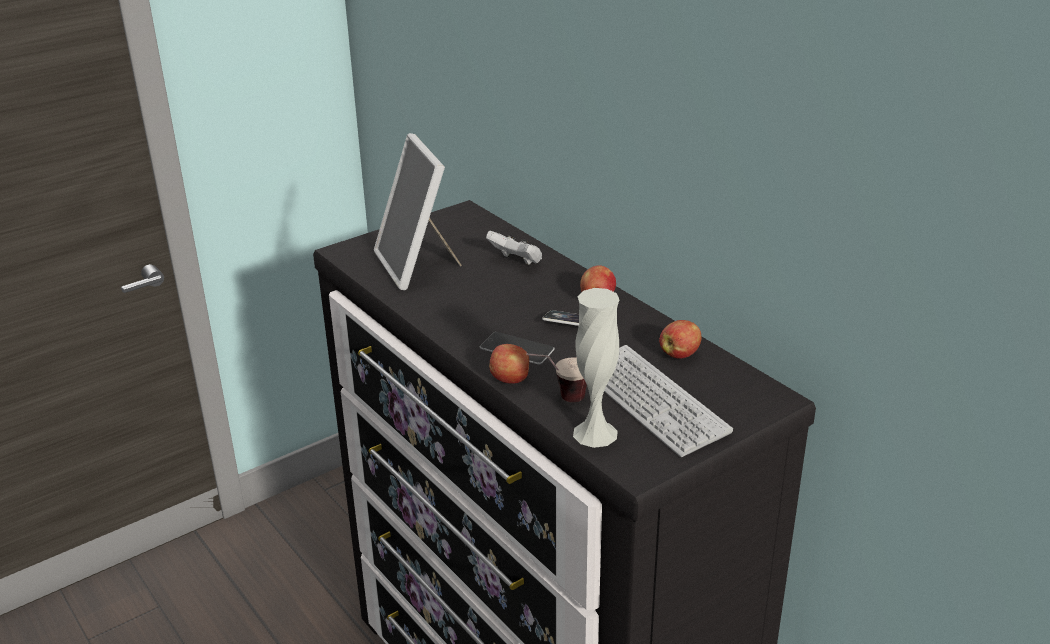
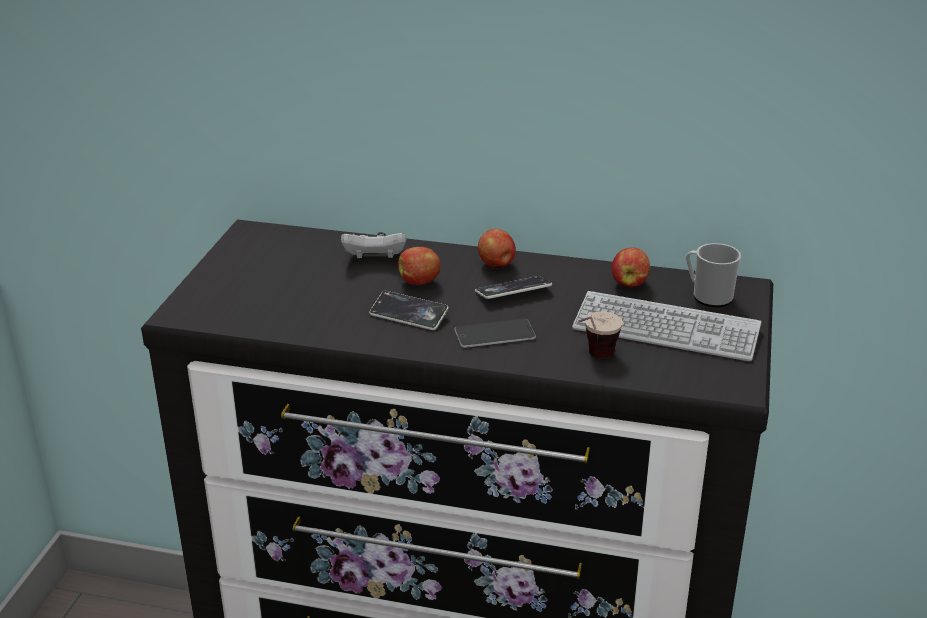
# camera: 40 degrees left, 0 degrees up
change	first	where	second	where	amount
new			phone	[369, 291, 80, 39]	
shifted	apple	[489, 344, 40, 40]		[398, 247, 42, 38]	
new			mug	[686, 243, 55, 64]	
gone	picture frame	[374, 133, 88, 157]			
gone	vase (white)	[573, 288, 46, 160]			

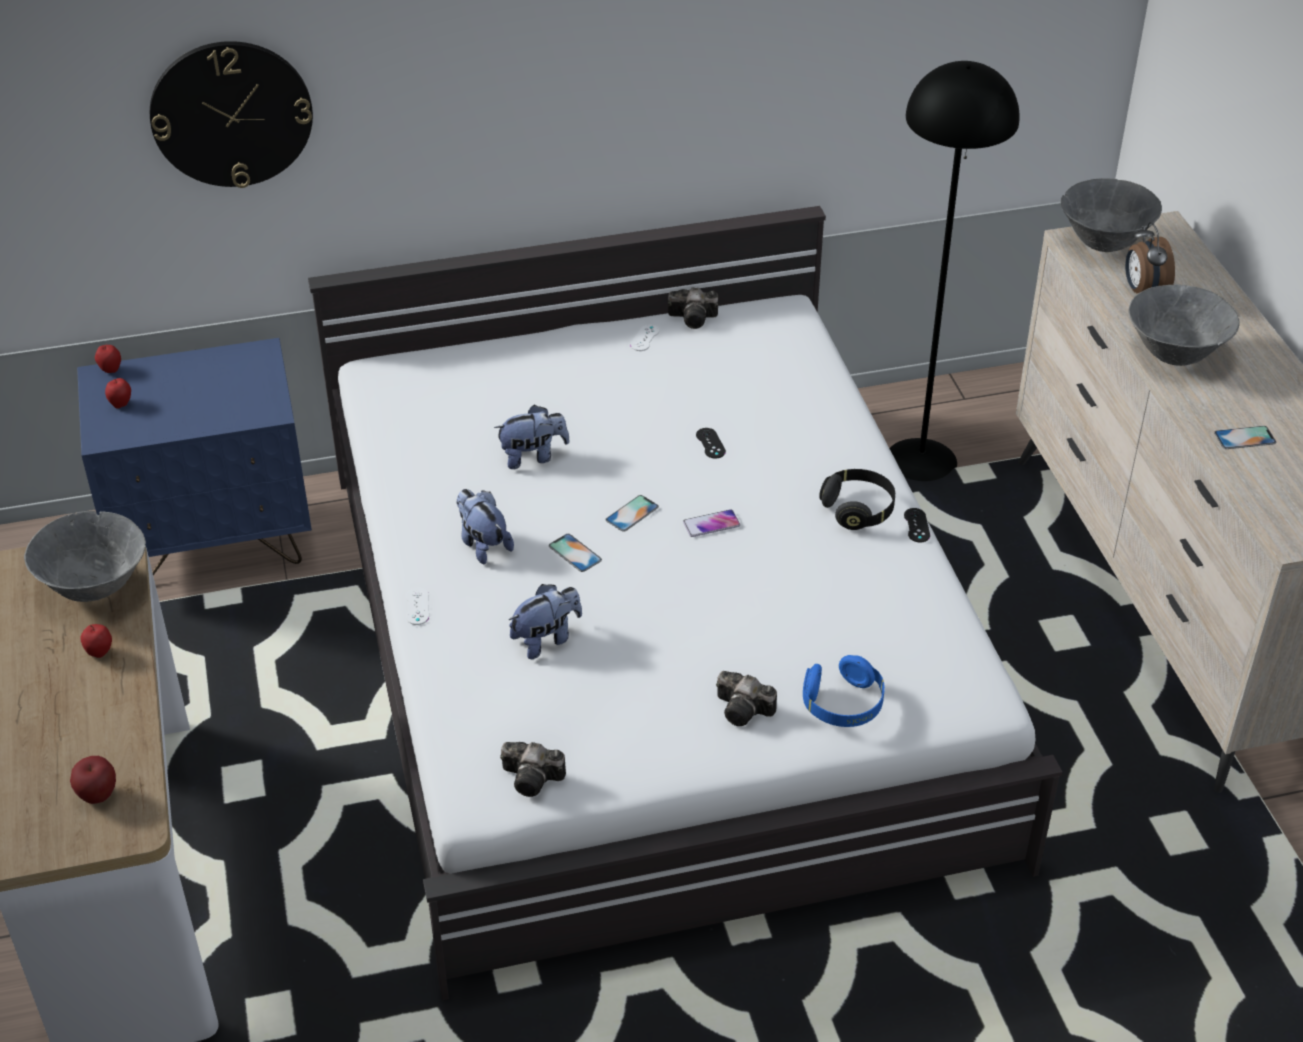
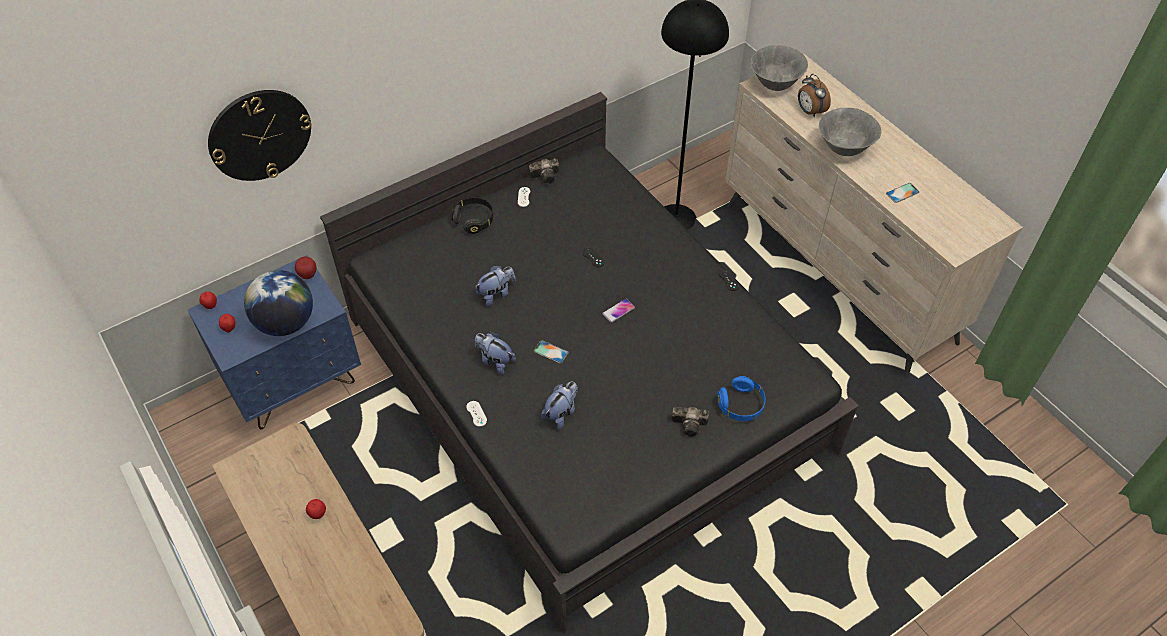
# camera: 20 degrees left, 10 degrees up
change	first	where	second	where	amount
new			globe	[244, 270, 69, 66]	
shifted	apple	[70, 756, 46, 48]		[295, 257, 22, 22]	
repainted	bed (white)	[308, 206, 754, 794]	bed (black)	[320, 92, 539, 541]	
shifted	headphones (black)	[819, 469, 76, 61]		[451, 198, 42, 36]	
gone	bowl (grey)	[24, 511, 122, 91]			
gone	photo camera	[500, 742, 66, 55]			
gone	phone	[606, 495, 53, 37]			

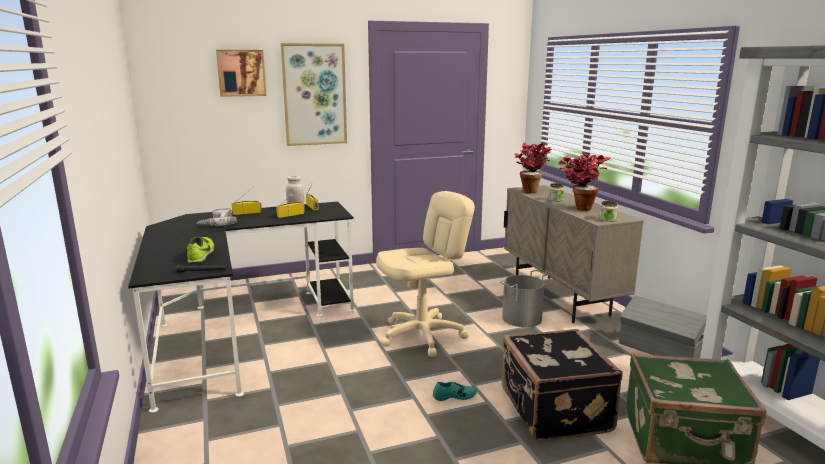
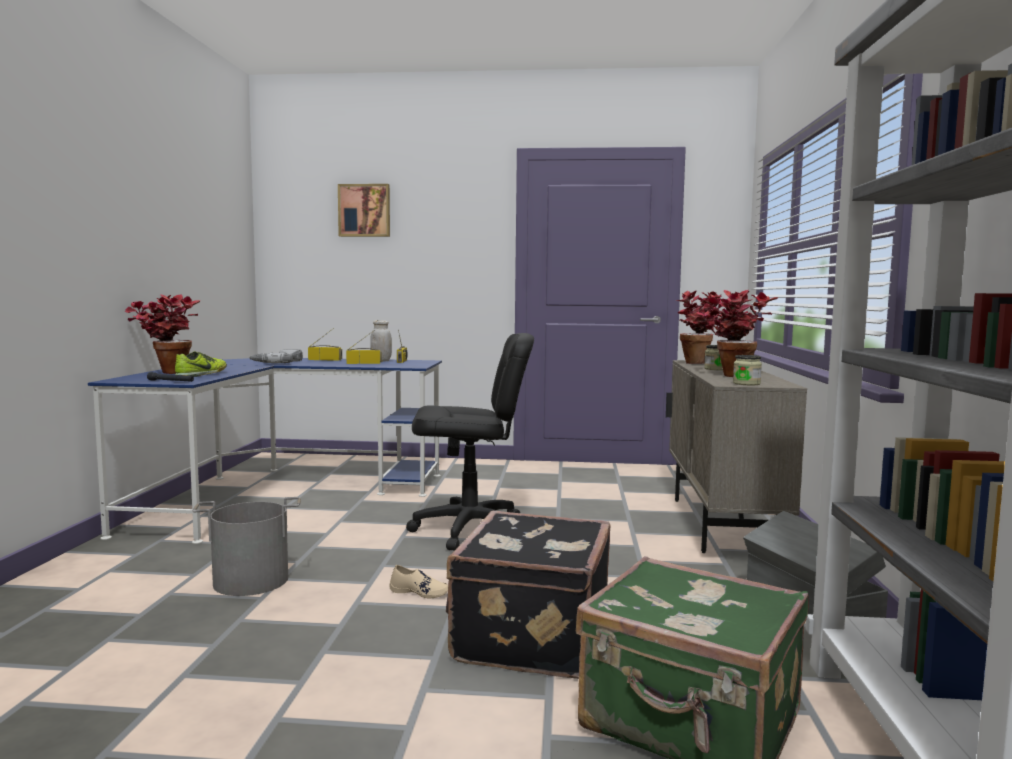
# camera: 25 degrees right, 10 degrees down
change	first	where	second	where	amount
repainted	desk (black)	[128, 202, 227, 211]	desk (blue)	[88, 358, 354, 186]	
new			potted plant	[124, 294, 76, 80]	
shifted	bucket (grey)	[500, 270, 48, 57]		[193, 497, 108, 99]	
repainted	shoe (turquoise)	[433, 382, 44, 19]	shoe (beige)	[389, 565, 59, 34]	
repainted	office chair (beige)	[376, 191, 99, 166]	office chair (black)	[406, 333, 128, 218]	
gone	picture	[281, 43, 66, 103]			

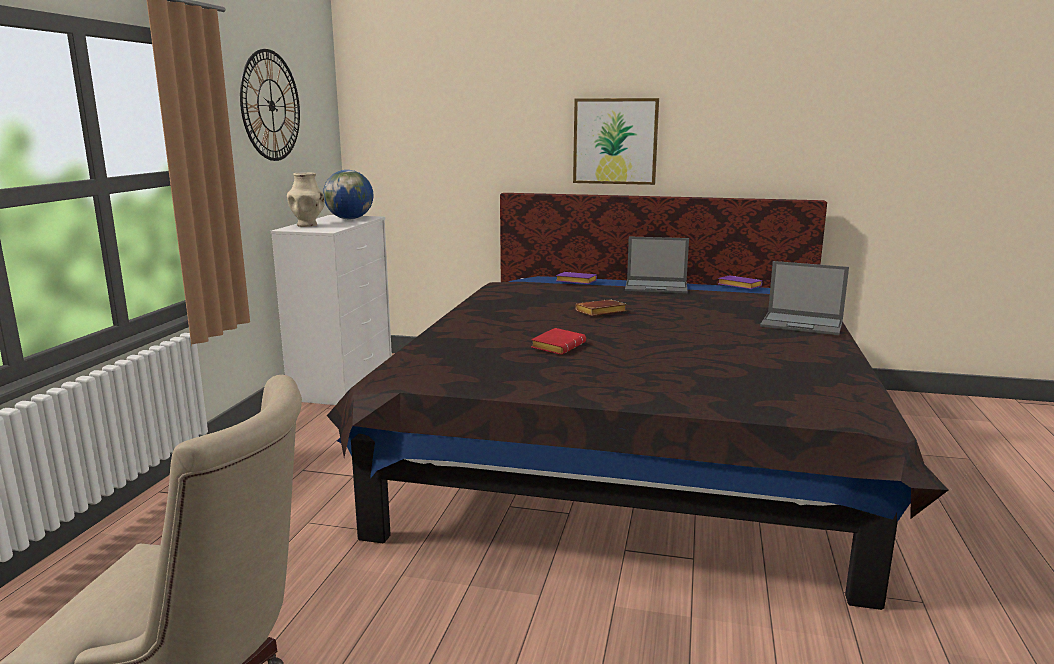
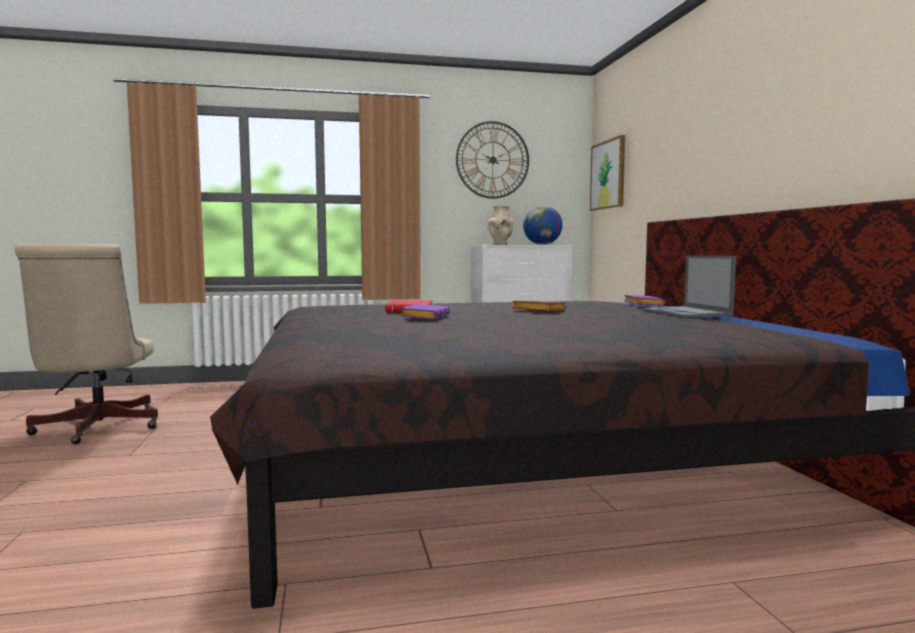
# camera: 65 degrees right, 10 degrees down
change	first	where	second	where	amount
shifted	book (purple)	[718, 275, 44, 14]		[401, 304, 49, 16]	
shifted	picture	[573, 98, 86, 87]		[590, 135, 35, 76]	
gone	laptop	[760, 261, 89, 74]			

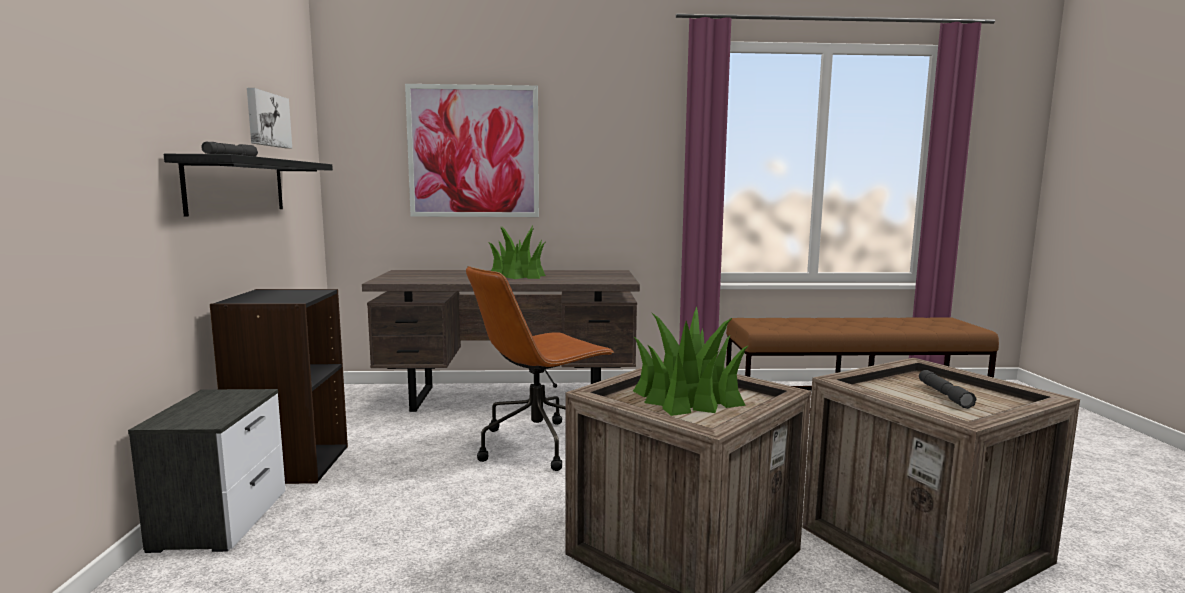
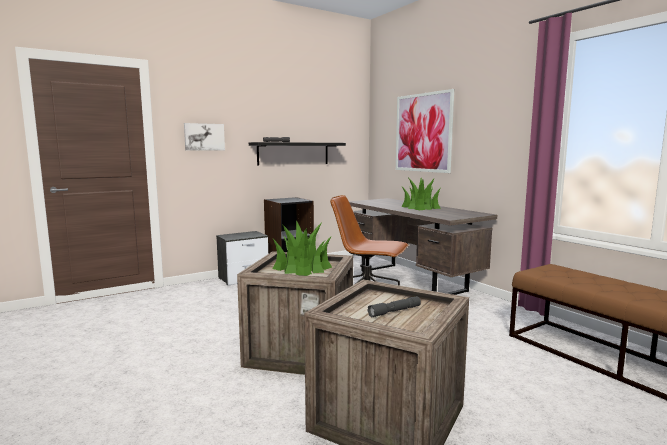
# camera: 60 degrees right, 0 degrees up
change	first	where	second	where	amount
shifted	picture	[247, 88, 45, 60]		[184, 123, 41, 28]	

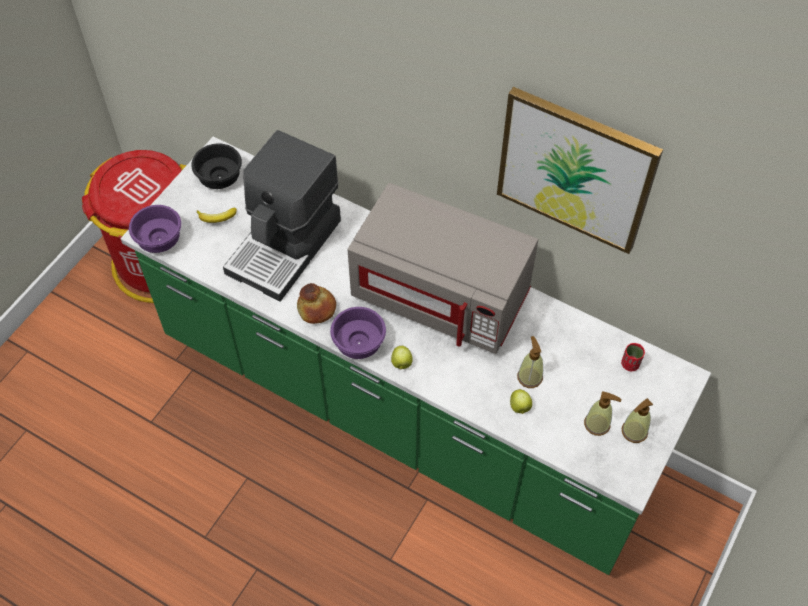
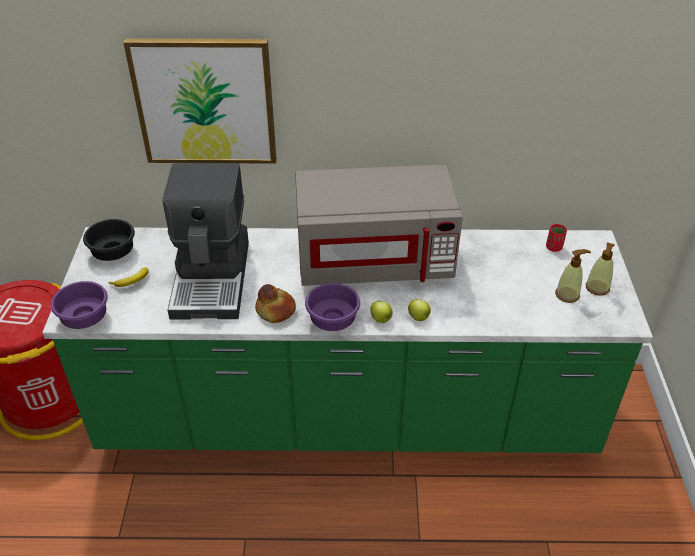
# camera: 30 degrees left, 15 degrees down
change	first	where	second	where	amount
shifted	picture	[497, 87, 166, 167]		[123, 38, 154, 126]	
shifted	apple	[510, 389, 22, 25]		[408, 299, 23, 22]	
gone	soap dispenser	[517, 336, 26, 52]			

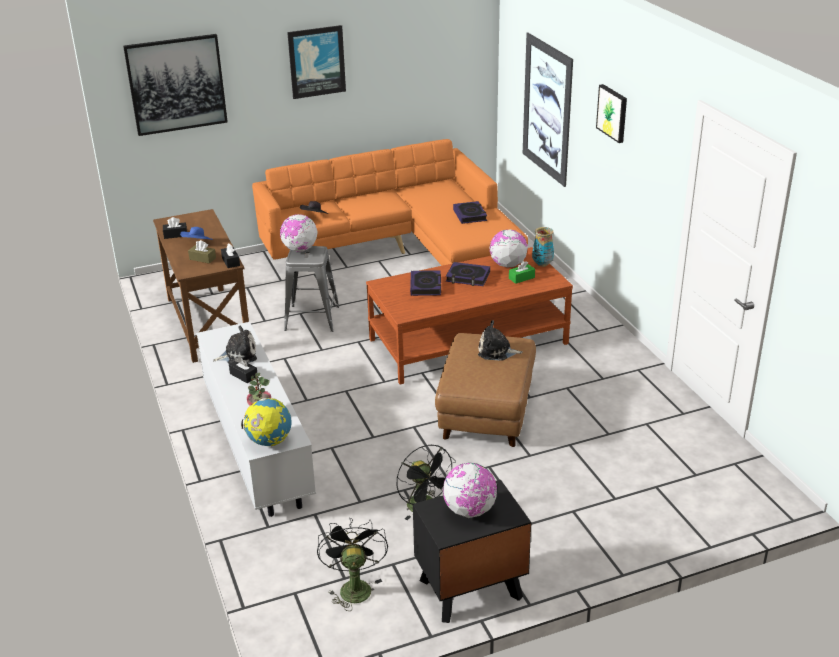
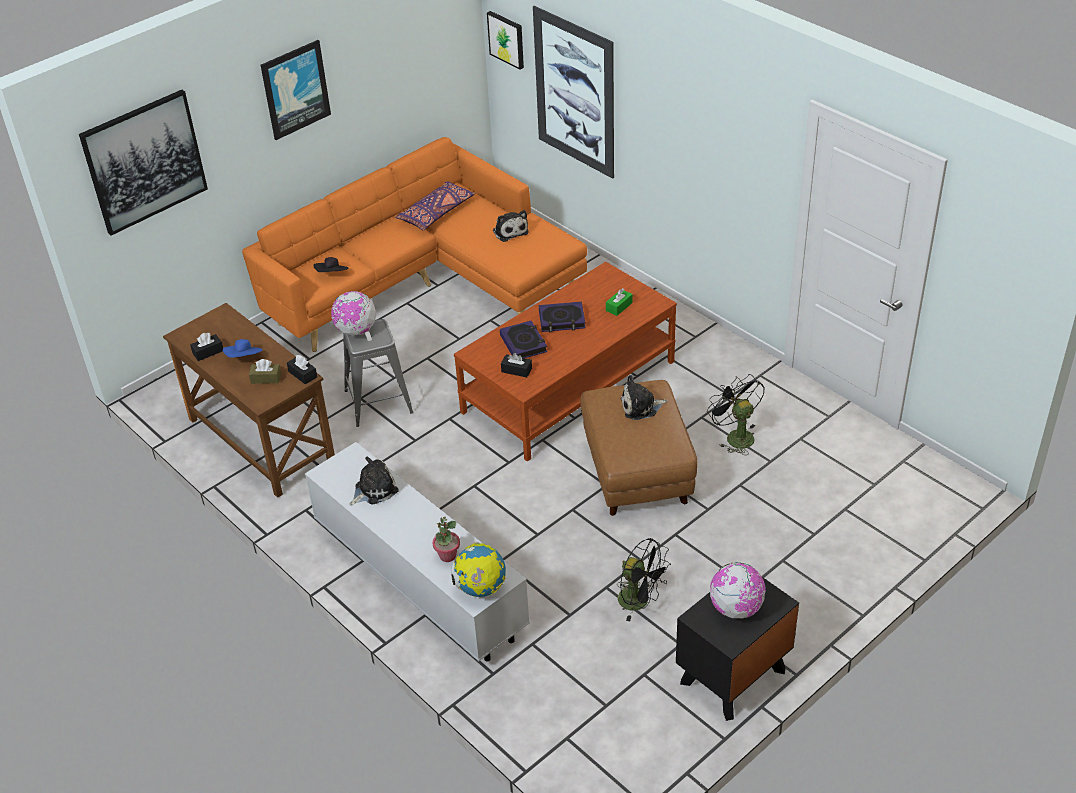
# camera: 20 degrees left, 10 degrees up
change	first	where	second	where	amount
new			pillow (purple)	[395, 181, 80, 49]	
shifted	picture	[596, 84, 31, 59]		[487, 11, 37, 58]	
swapped	book	[453, 201, 34, 23]	plush toy	[493, 210, 36, 32]	
shifted	tissue box (black)	[229, 357, 28, 26]		[501, 353, 31, 25]	
shifted	fan (black)	[317, 518, 71, 93]		[707, 374, 58, 81]	
gone	globe	[489, 229, 39, 39]			
gone	vase	[532, 227, 22, 40]			

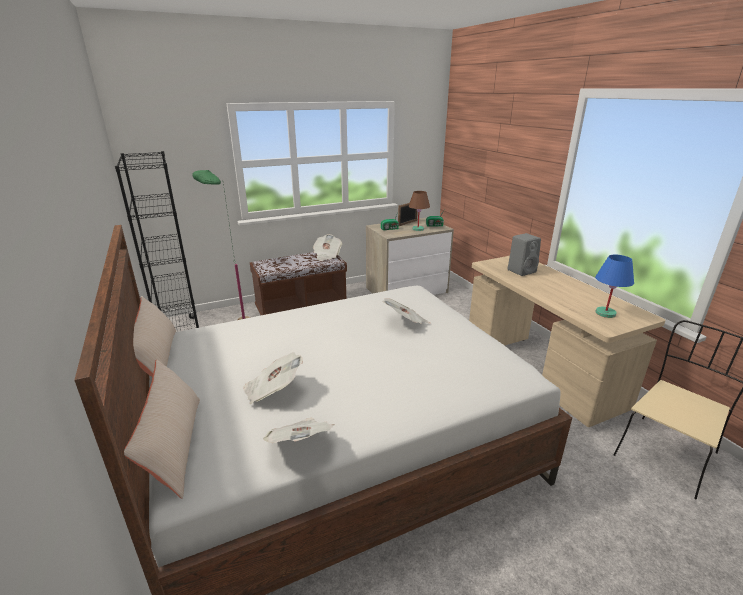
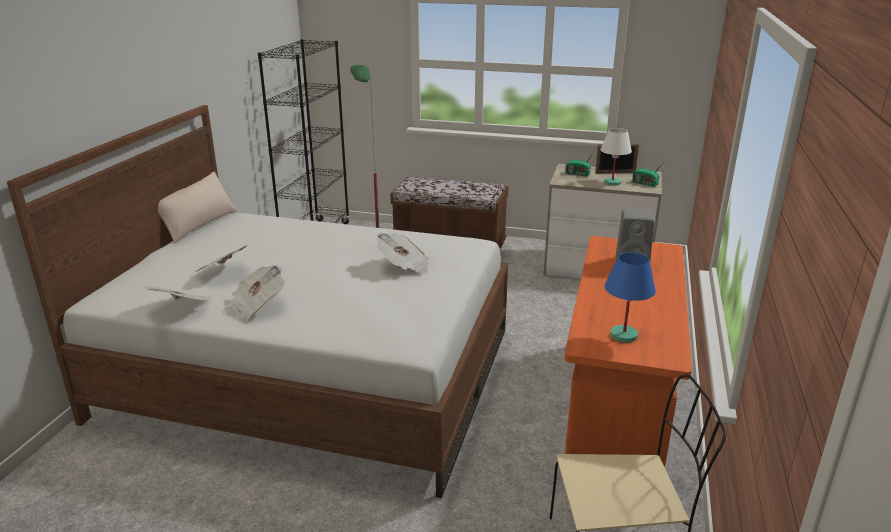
# camera: 40 degrees right, 0 degrees up
change	first	where	second	where	amount
shifted	newspaper	[313, 234, 29, 27]		[222, 265, 62, 54]	
repainted	desk (beige)	[469, 256, 197, 171]	desk (orange)	[564, 236, 128, 231]	
repainted	table lamp (brown)	[409, 191, 21, 40]	table lamp (white)	[600, 128, 32, 58]	
gone	pillow (beige)	[124, 359, 76, 140]			

